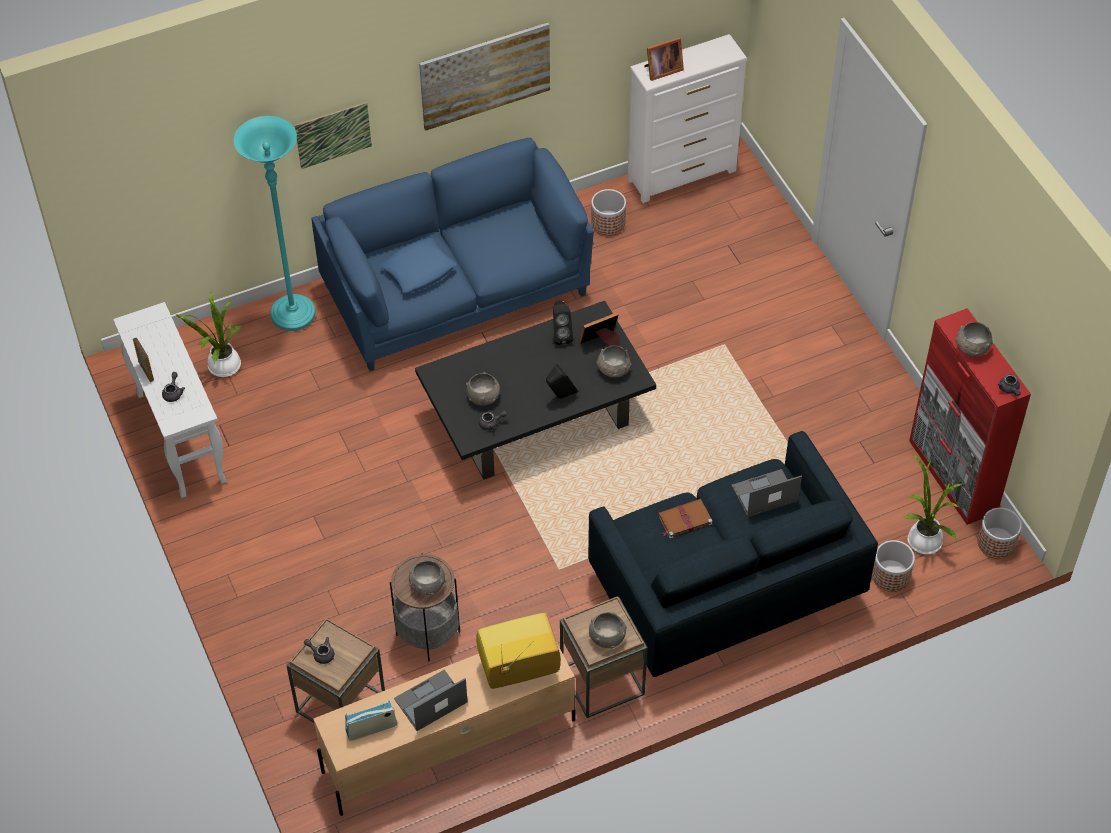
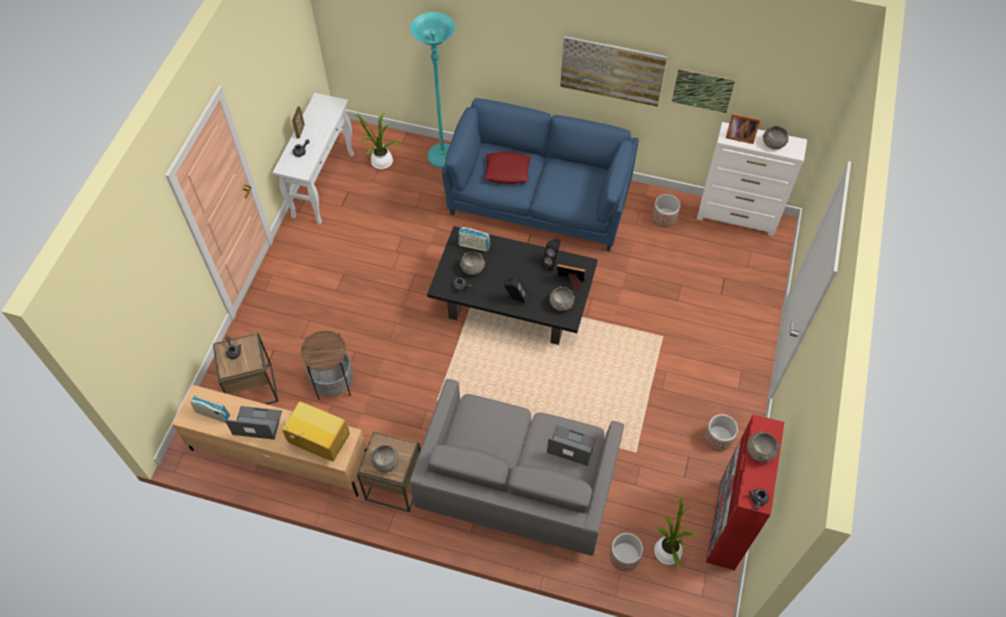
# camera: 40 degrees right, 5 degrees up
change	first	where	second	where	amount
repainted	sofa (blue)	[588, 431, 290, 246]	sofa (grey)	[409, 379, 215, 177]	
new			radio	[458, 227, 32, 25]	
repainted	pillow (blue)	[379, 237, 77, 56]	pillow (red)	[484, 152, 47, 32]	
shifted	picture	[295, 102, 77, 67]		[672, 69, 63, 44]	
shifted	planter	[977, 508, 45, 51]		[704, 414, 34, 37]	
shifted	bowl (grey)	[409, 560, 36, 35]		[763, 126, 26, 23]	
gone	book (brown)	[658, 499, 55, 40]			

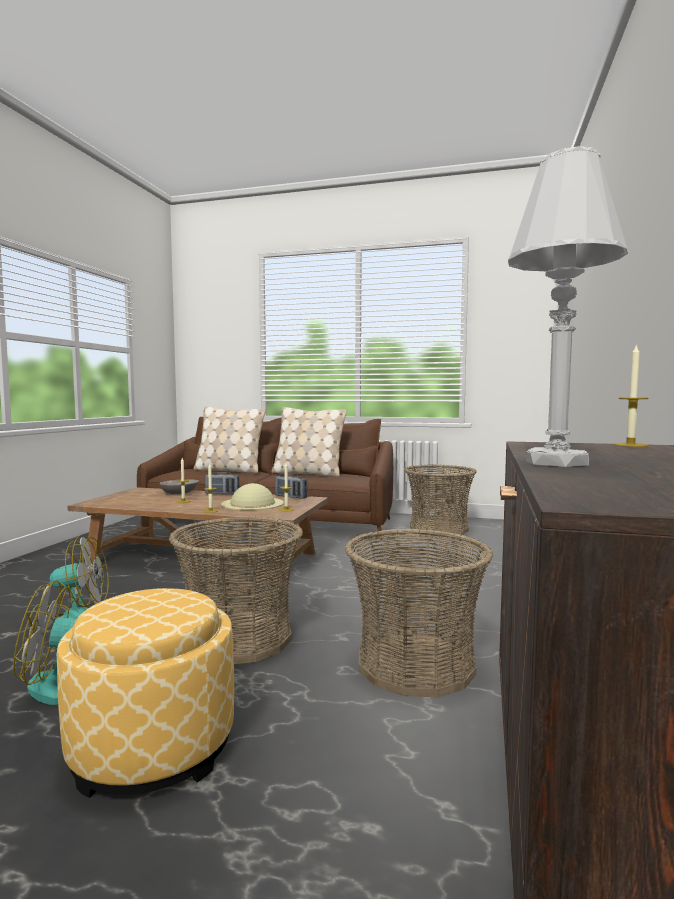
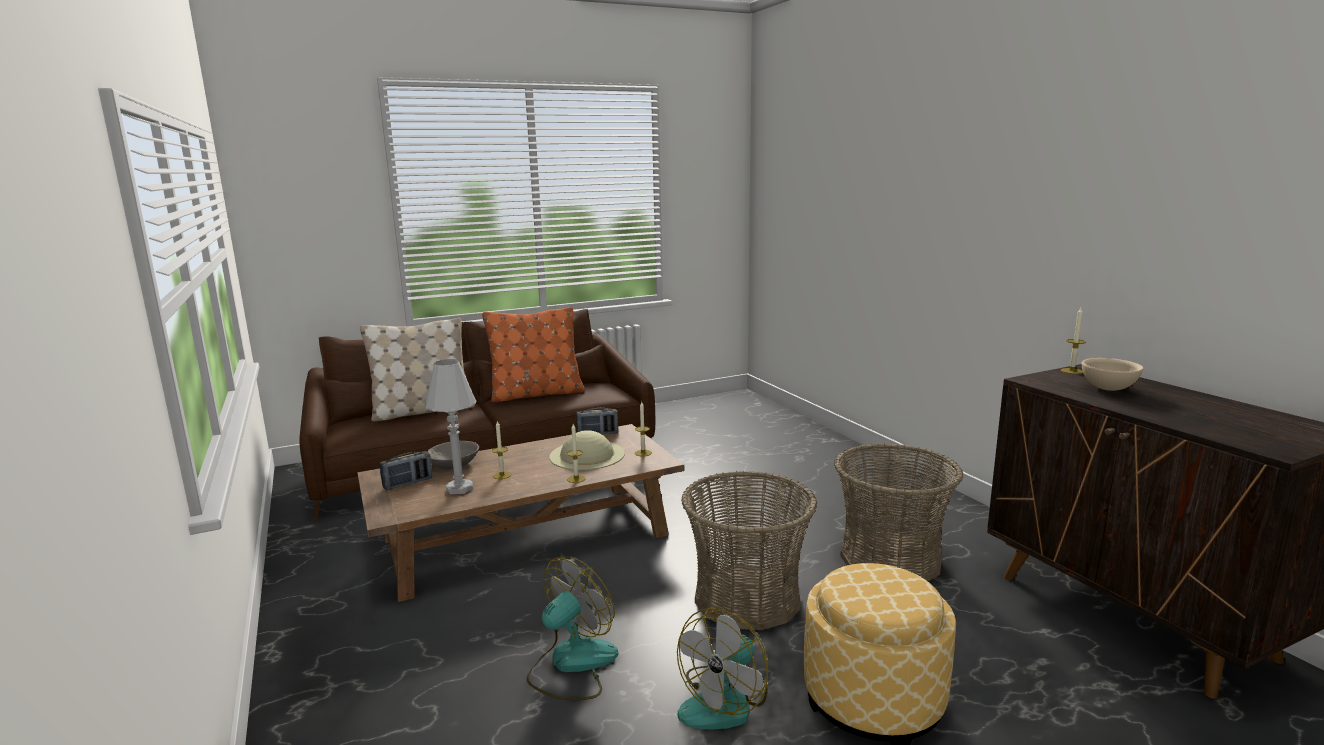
# camera: 40 degrees left, 10 degrees up
change	first	where	second	where	amount
shifted	radio	[205, 472, 34, 22]		[380, 451, 52, 39]	
shifted	table lamp (white)	[508, 146, 120, 321]		[425, 359, 52, 135]	
repainted	pillow (beige)	[271, 407, 76, 70]	pillow (orange)	[482, 307, 102, 95]	
new			bowl (beige)	[1082, 358, 61, 33]	
gone	basket	[404, 464, 73, 71]			

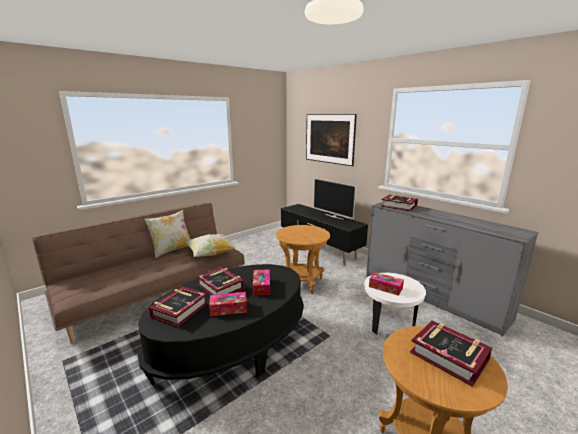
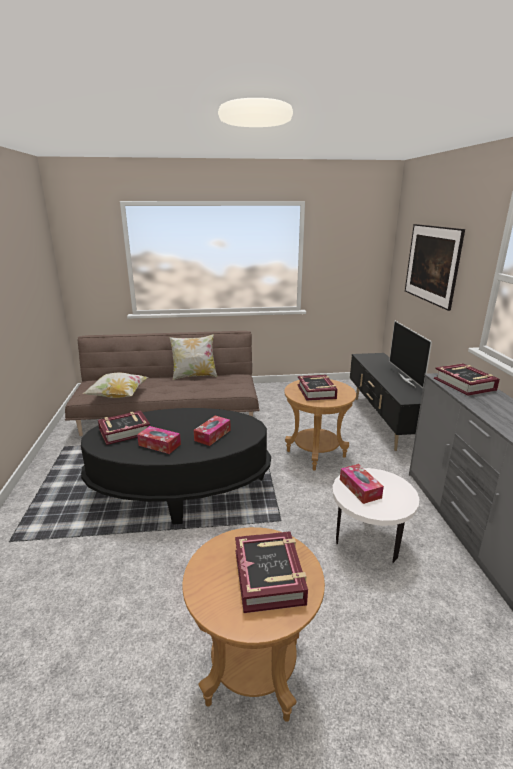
# camera: 35 degrees right, 5 degrees up
change	first	where	second	where	amount
shifted	pillow	[185, 234, 52, 23]		[82, 372, 66, 26]	
shifted	book	[196, 267, 48, 28]		[297, 375, 41, 26]	

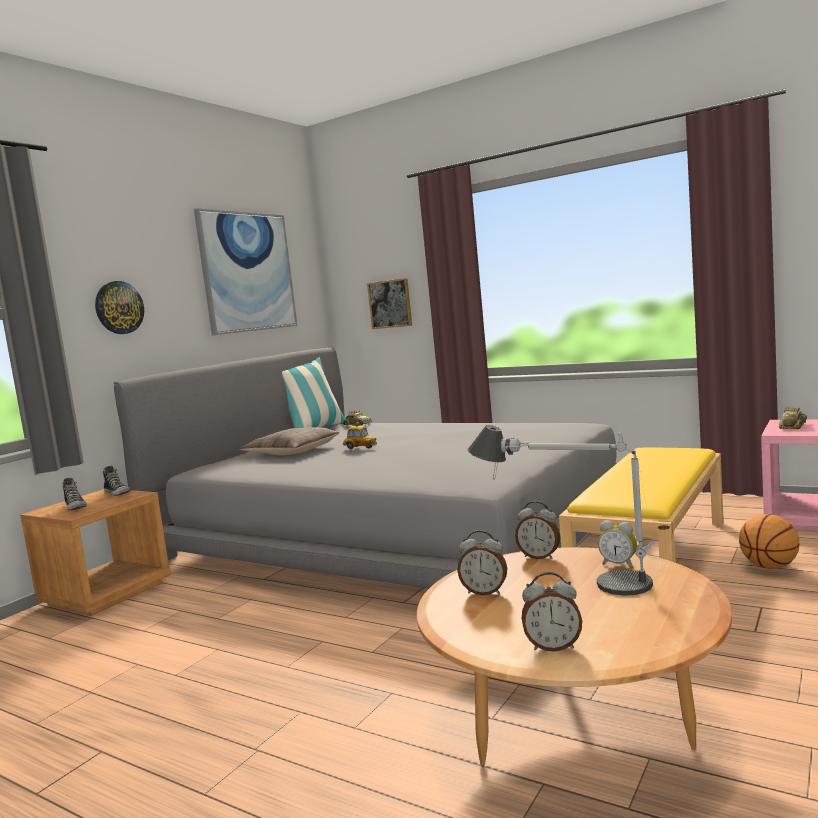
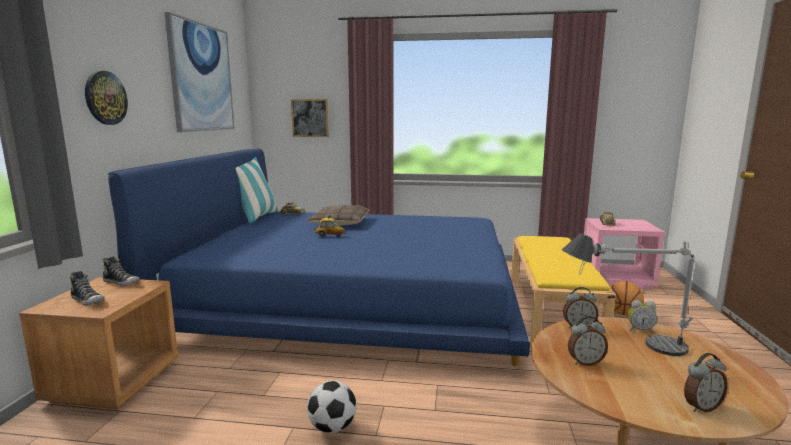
# camera: 25 degrees left, 5 degrees up
change	first	where	second	where	amount
repainted	bed (grey)	[114, 347, 504, 242]	bed (blue)	[108, 149, 422, 218]	
shifted	pillow	[240, 427, 99, 28]		[306, 205, 63, 21]	
new			football	[307, 381, 49, 52]	

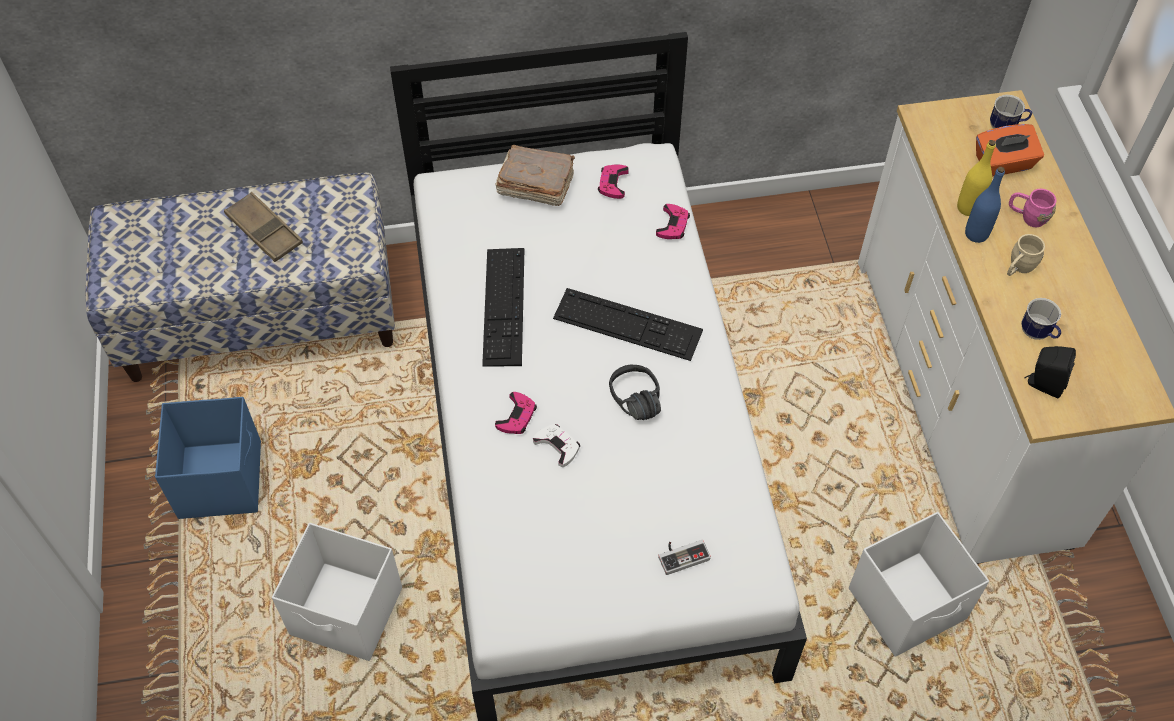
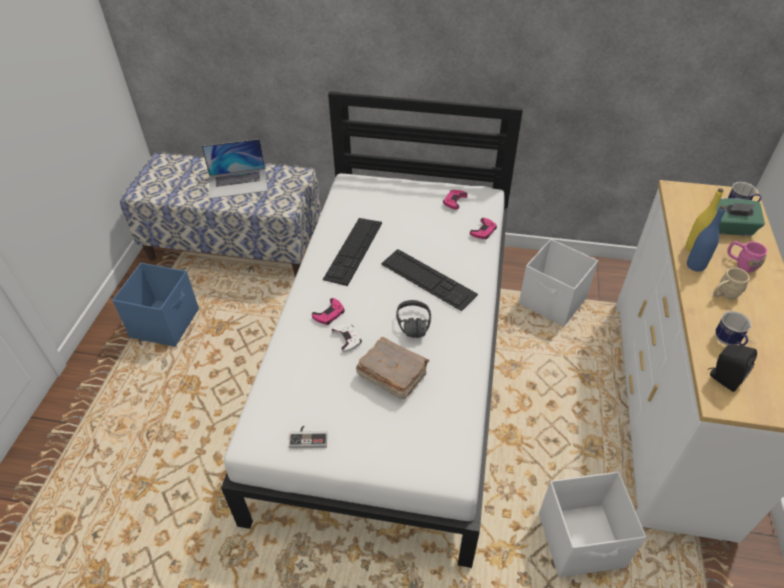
# camera: 20 degrees right, 10 degrees down
change	first	where	second	where	amount
swapped	tray (brown)	[224, 192, 79, 70]	laptop	[202, 139, 66, 60]	
shifted	game controller	[658, 540, 53, 35]		[289, 425, 39, 24]	
shifted	book (brown)	[496, 145, 79, 61]		[356, 337, 73, 62]	
shifted	storage box (white)	[272, 523, 130, 138]		[519, 239, 79, 87]	
repainted	tissue box (orange)	[976, 124, 68, 53]	tissue box (green)	[717, 198, 48, 38]	

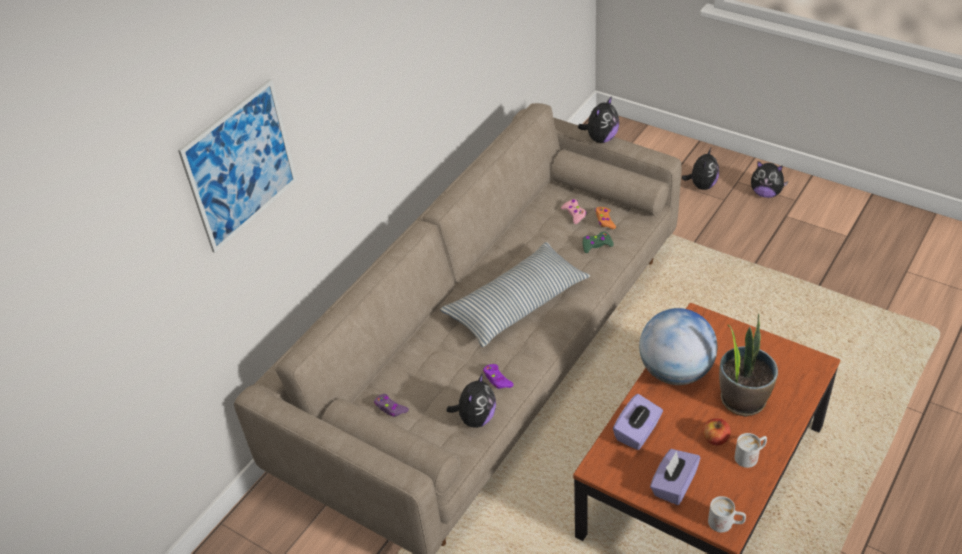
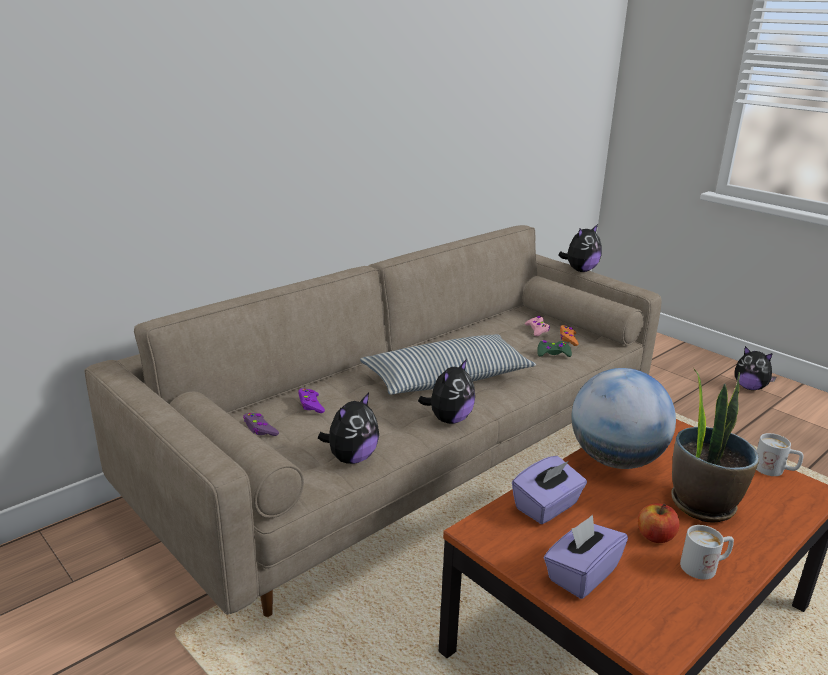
# camera: 10 degrees right, 20 degrees down
change	first	where	second	where	amount
shifted	game controller (purple)	[483, 364, 31, 25]		[298, 388, 27, 25]	
shifted	plush toy	[681, 148, 38, 42]		[418, 359, 57, 65]	
shifted	mug (white)	[708, 496, 38, 36]		[756, 433, 47, 43]	
gone	picture	[178, 79, 119, 174]			

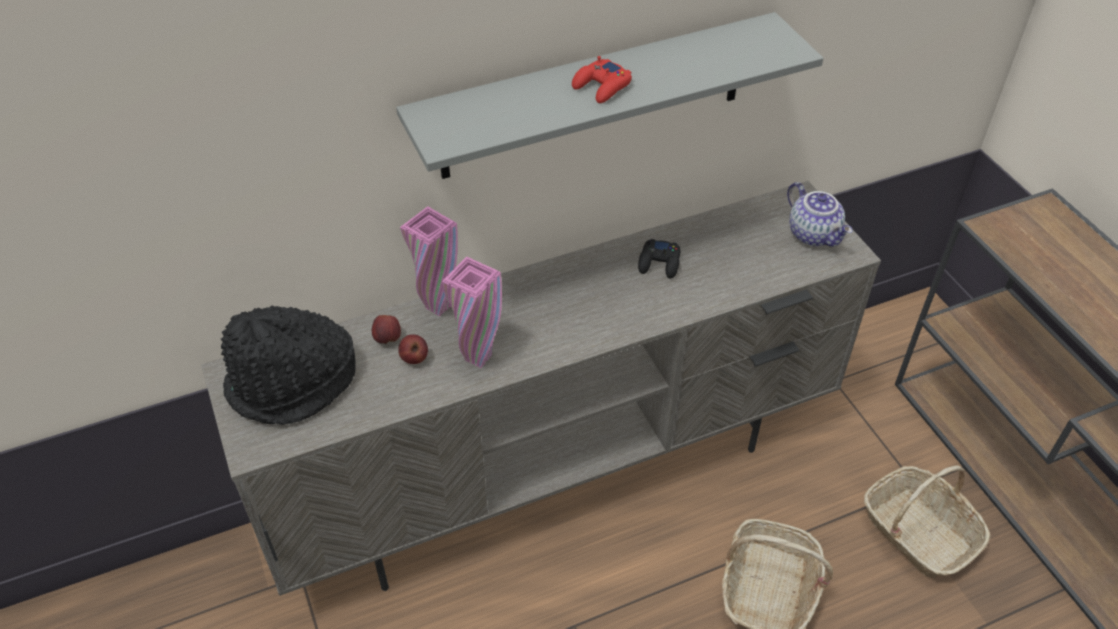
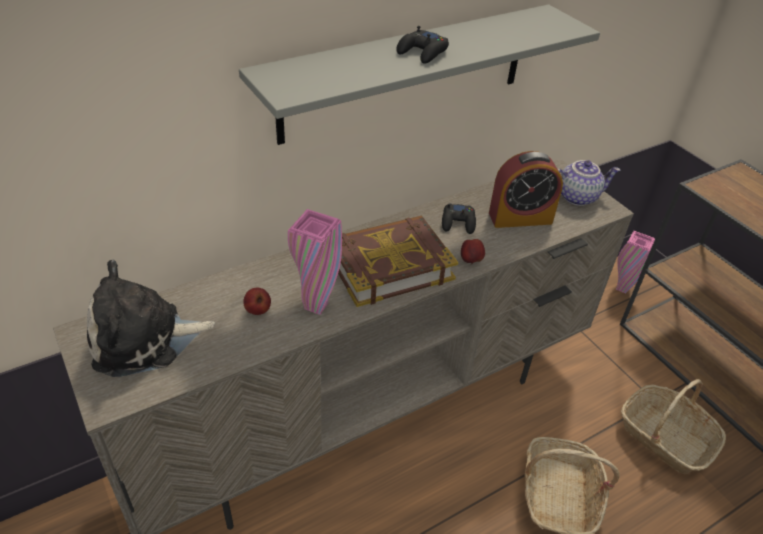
# camera: 10 degrees left, 5 degrees down
change	first	where	second	where	amount
swapped	hat (black)	[221, 306, 135, 119]	plush toy	[87, 260, 128, 117]	
new			book	[338, 216, 120, 91]	
repainted	game controller (red)	[572, 56, 60, 47]	game controller (black)	[396, 26, 53, 38]	
shifted	apple	[372, 315, 29, 29]		[461, 239, 24, 25]	
new			alarm clock	[489, 151, 74, 77]	
rotated	teapot	[787, 182, 66, 65]		[558, 160, 63, 46]	60 degrees counterclockwise
shifted	vase (pink)	[400, 206, 58, 110]		[616, 231, 39, 62]	

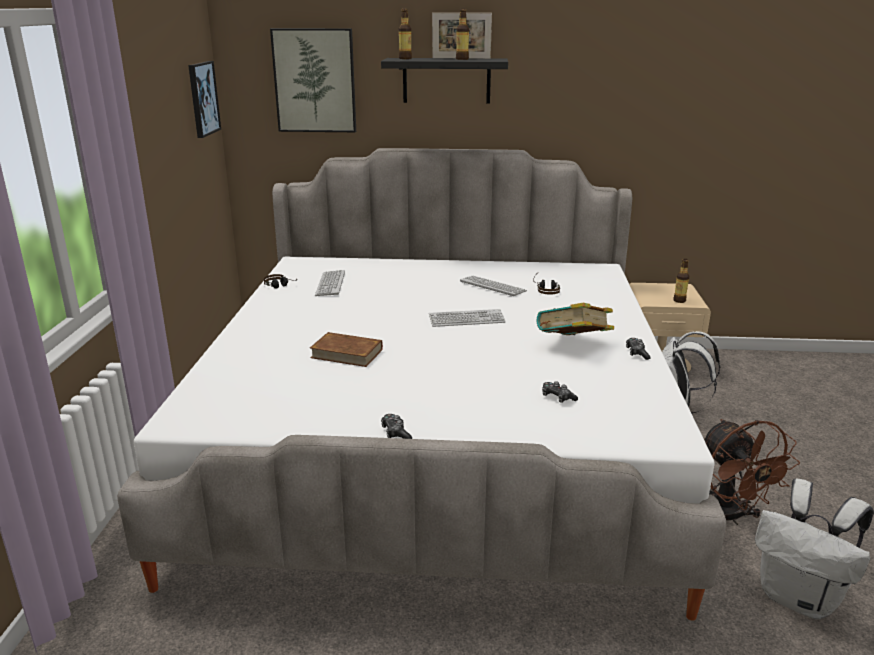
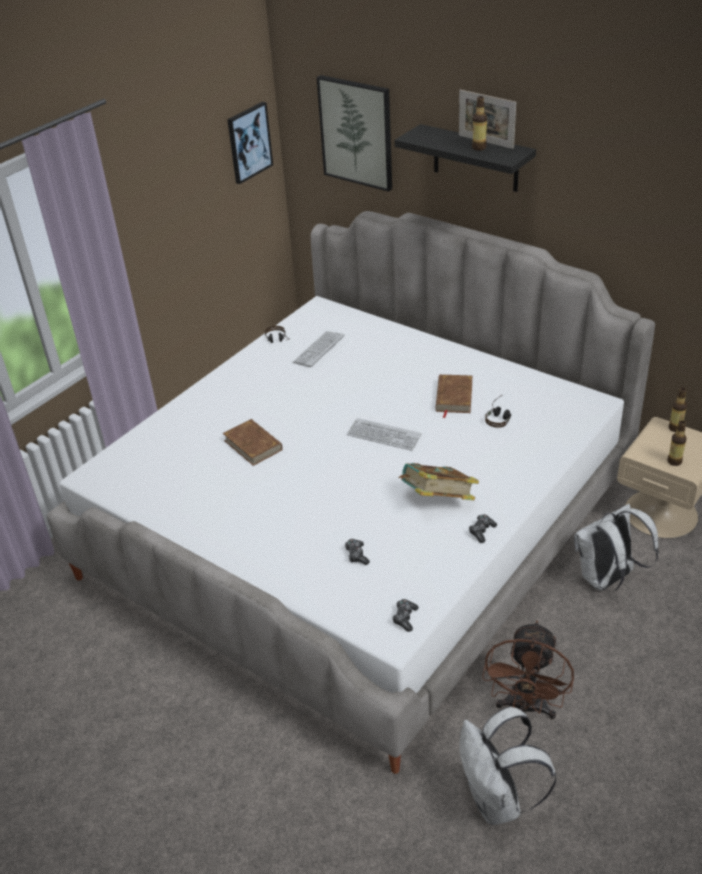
# camera: 35 degrees right, 15 degrees up
change	first	where	second	where	amount
shifted	game controller	[381, 414, 31, 25]		[392, 599, 26, 33]	
swapped	keyboard	[460, 276, 67, 21]	book (brown)	[436, 374, 37, 44]	
shifted	bottle	[399, 9, 13, 50]		[669, 388, 18, 44]	

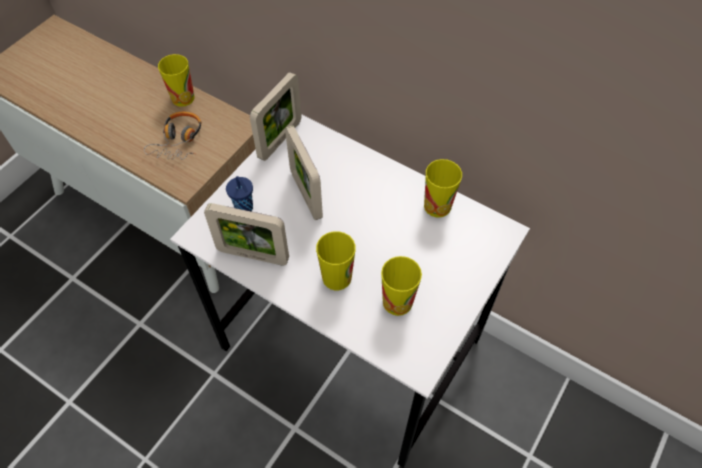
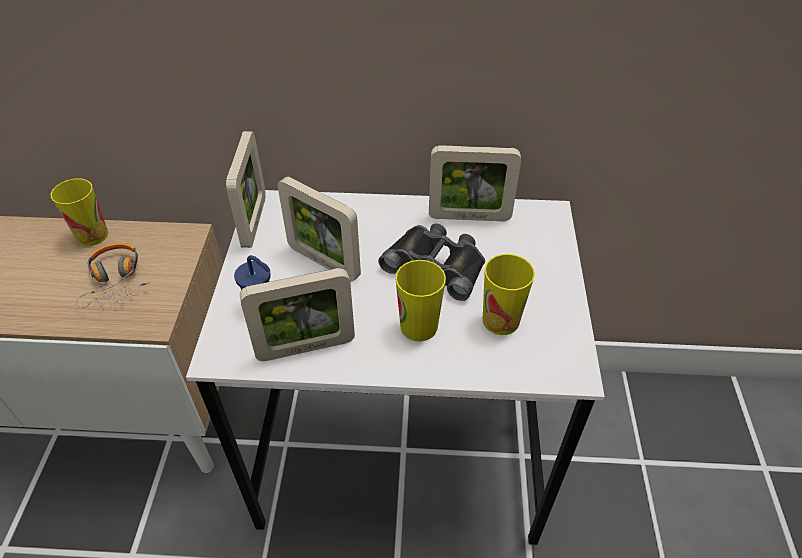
# camera: 30 degrees left, 10 degrees down
change	first	where	second	where	amount
new			binoculars (black)	[378, 223, 107, 78]	
swapped	cup	[424, 159, 38, 59]	picture frame	[429, 145, 92, 76]	

